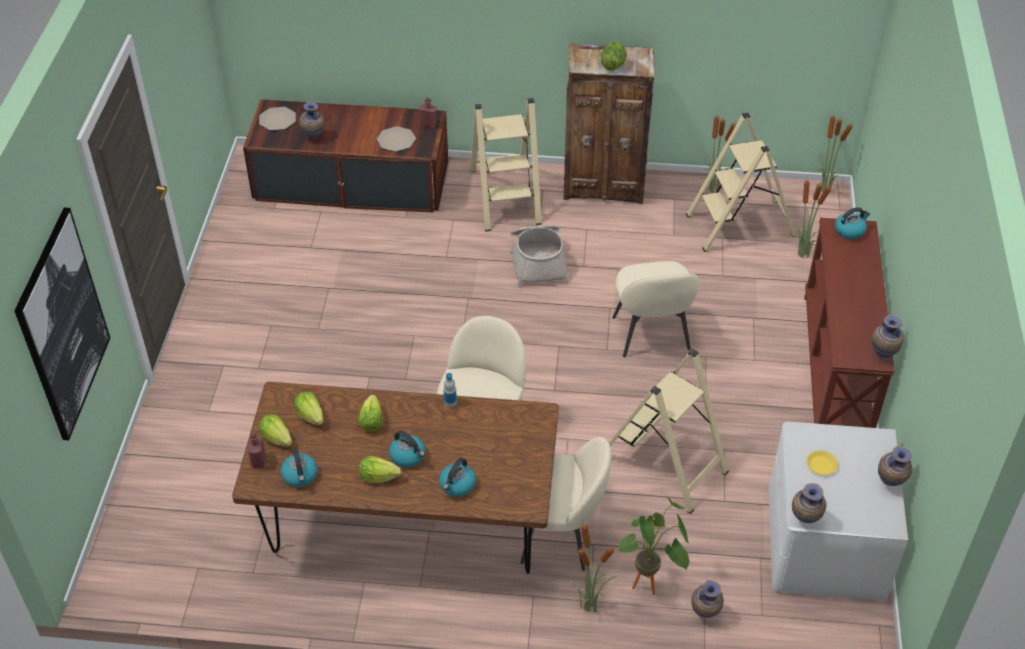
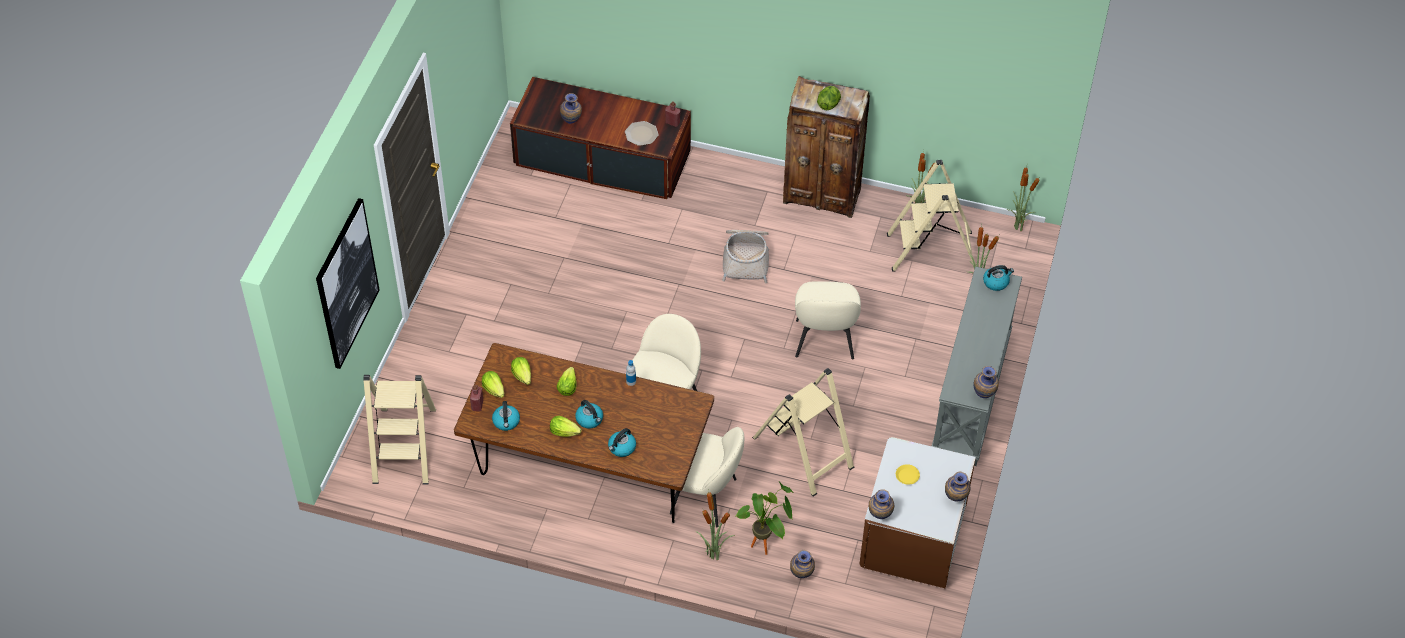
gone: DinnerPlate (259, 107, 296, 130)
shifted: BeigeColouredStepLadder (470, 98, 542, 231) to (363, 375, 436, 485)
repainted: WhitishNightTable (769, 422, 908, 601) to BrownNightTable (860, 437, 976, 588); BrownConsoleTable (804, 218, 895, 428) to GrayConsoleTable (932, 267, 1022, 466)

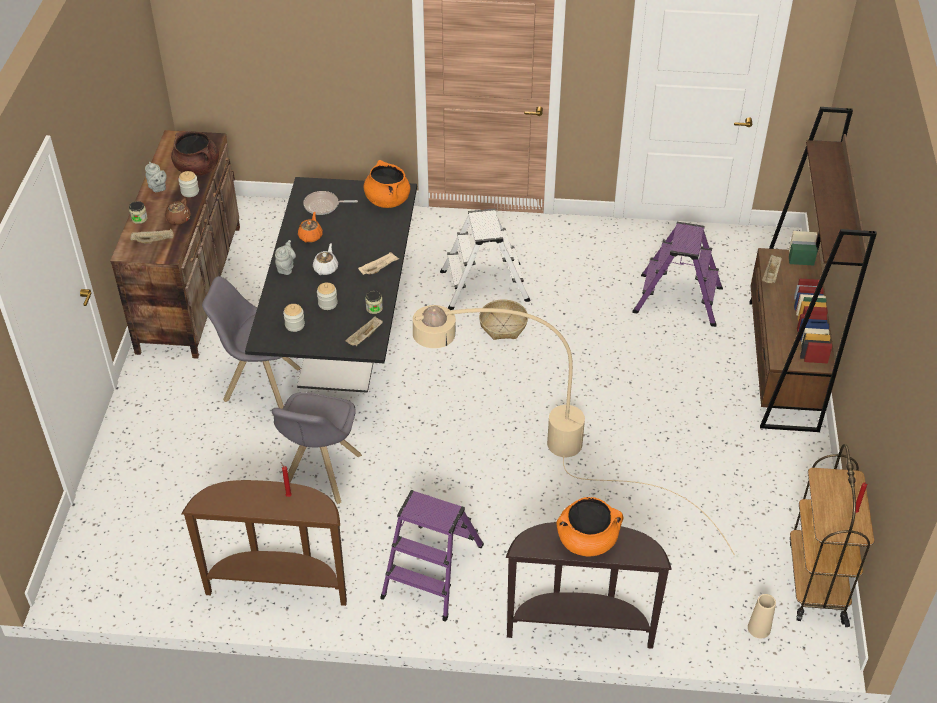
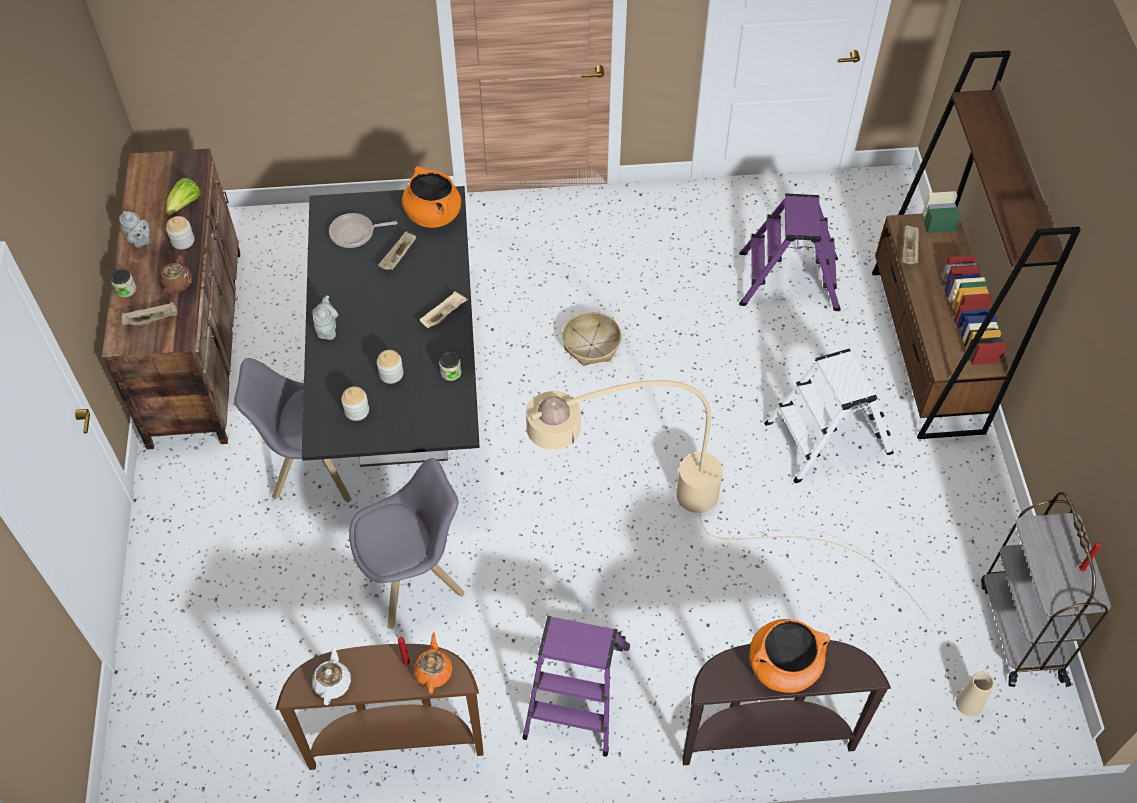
shifted: OrangeyTeaPot (298, 212, 323, 243) to (414, 632, 452, 694); WhitishTeaPot (313, 243, 338, 275) to (312, 643, 351, 705); BeigeColouredServingTray (345, 316, 383, 346) to (378, 231, 416, 270); WhitishStepLadder (440, 209, 530, 310) to (764, 349, 894, 483)
swapped: BrownSaucepot (171, 131, 219, 175) to LettuceHead (166, 178, 201, 216)
repainted: BrownWheeledCart (790, 444, 874, 627) to GrayWheeledCart (981, 492, 1111, 687)
rotated: GrayPlainChair (272, 392, 362, 504) = (349, 458, 465, 629) 120 degrees counterclockwise

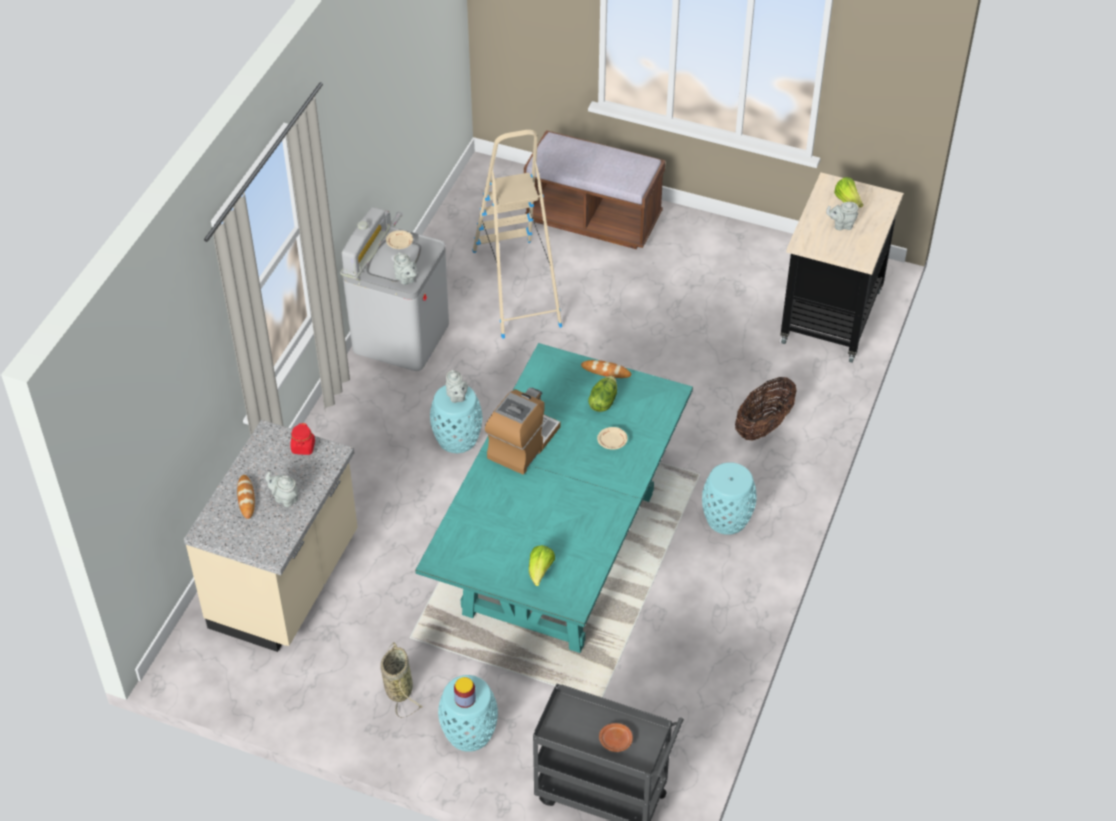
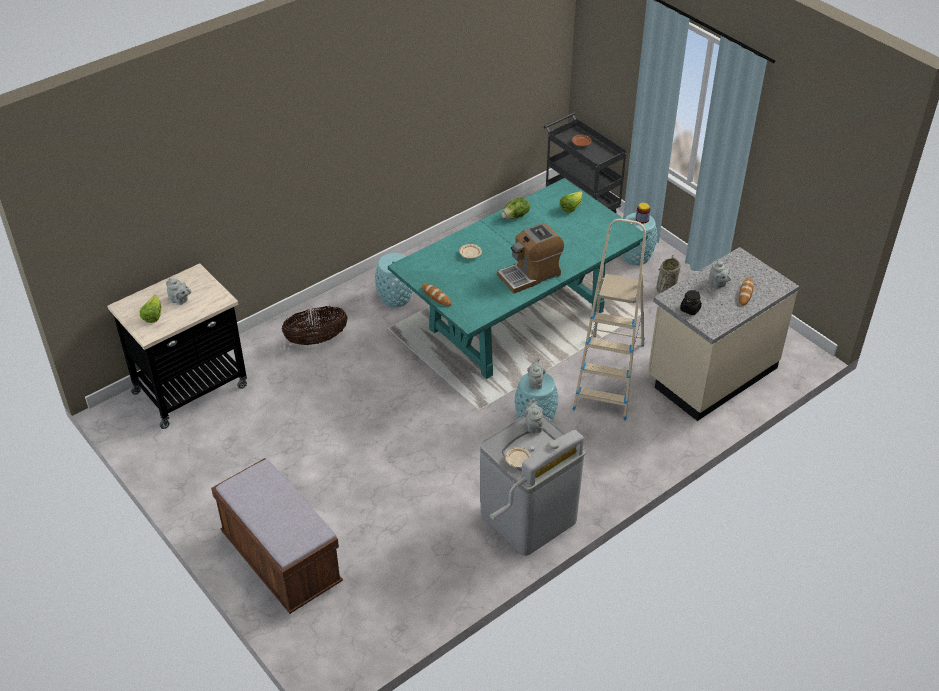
shifted: BeigeColouredStepLadder (472, 130, 562, 339) to (573, 219, 646, 420); LettuceHead (588, 376, 617, 412) to (501, 198, 530, 219)
repainted: RedJar (290, 423, 315, 455) to BlackJar (680, 290, 702, 315)

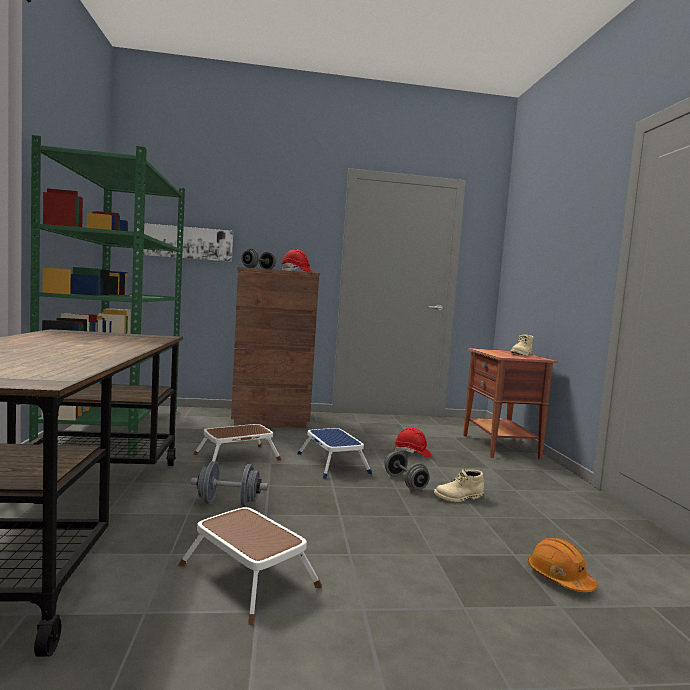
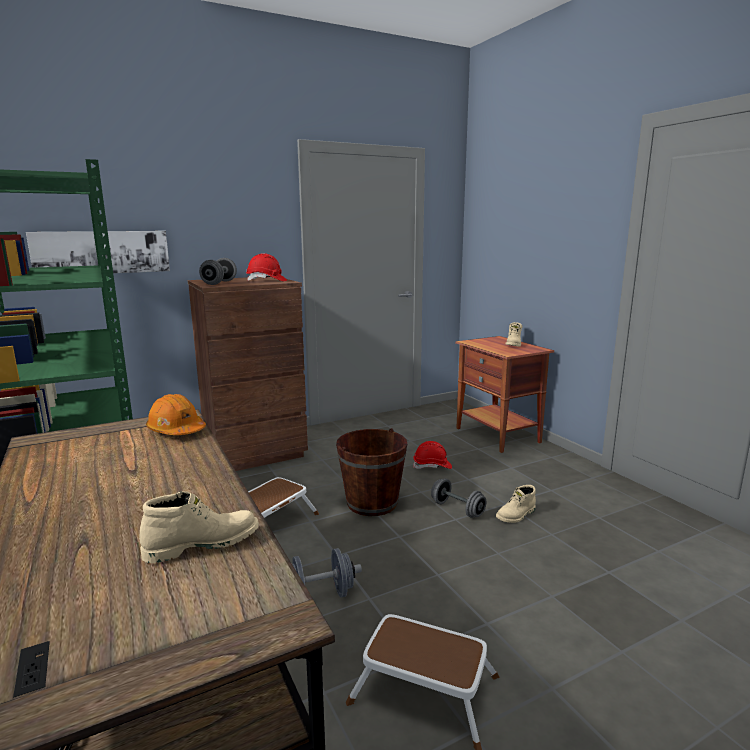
new: BeigeColouredHighTopBoot (139, 491, 259, 563)
shifted: OrangeyWorkHelmet (527, 538, 597, 592) to (146, 394, 206, 435)
swapped: BluishStepLadder (297, 428, 372, 479) to BrownPail (336, 428, 407, 516)

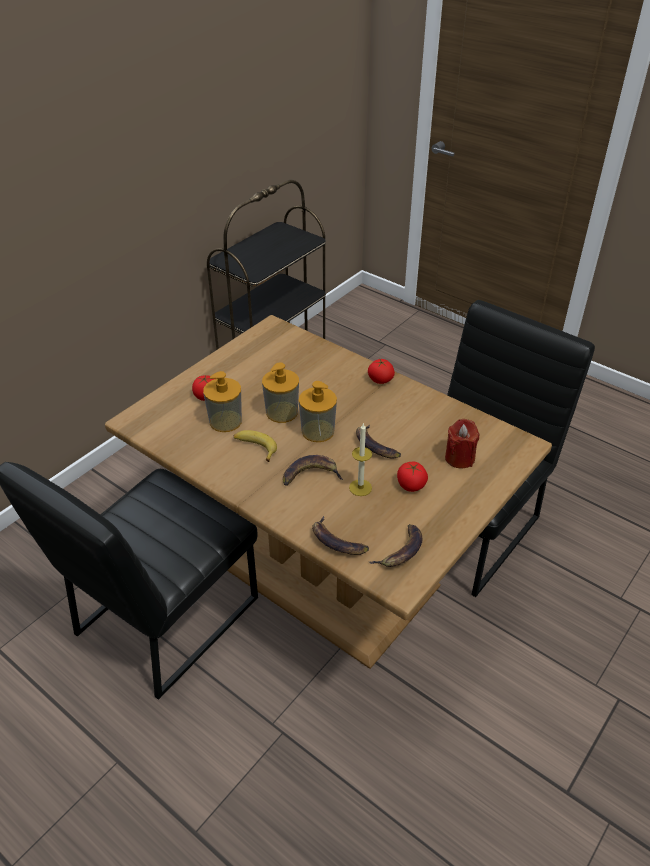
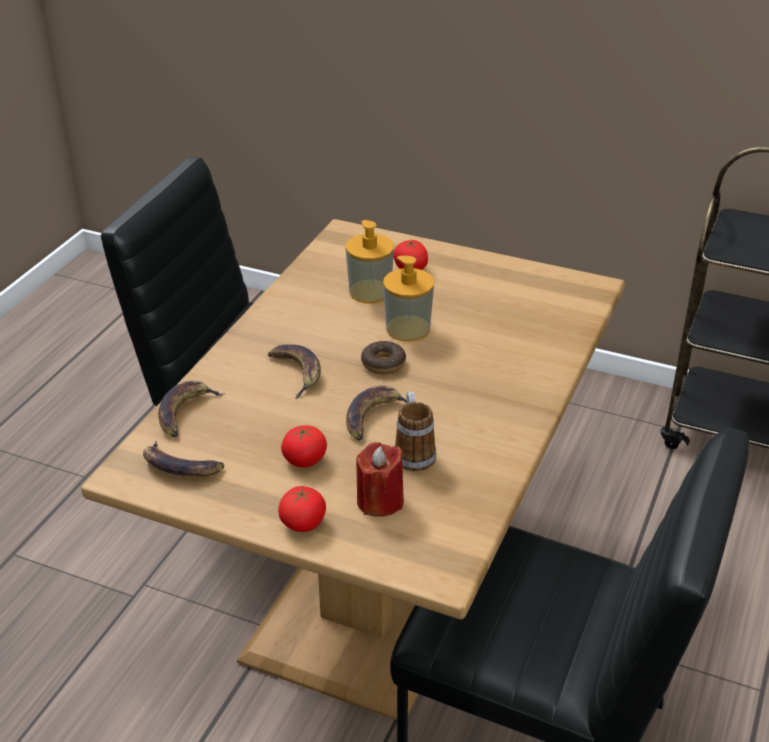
gone: Banana (234, 430, 277, 462); Candle (349, 423, 372, 496)
new: CoffeeMug (395, 392, 437, 471)
shifted: Tomato (368, 359, 395, 384) to (278, 485, 326, 532)
swapped: SoapBottle (299, 381, 337, 442) to RingDoughnut (361, 341, 406, 374)

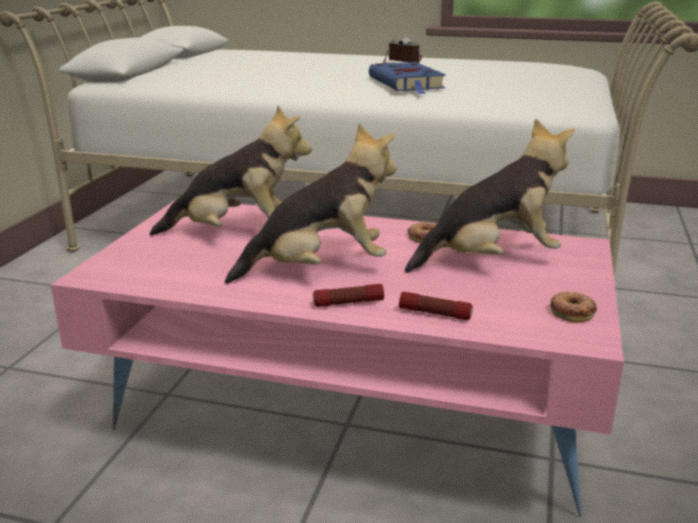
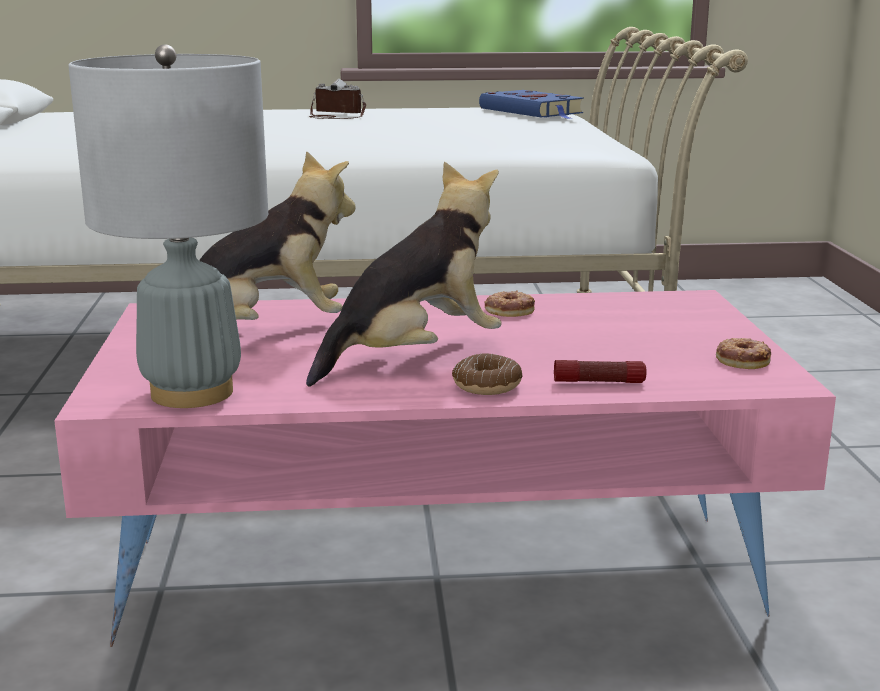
gone: CuddlyToy (405, 118, 575, 273)
new: GrayTableLamp (68, 44, 268, 408)
shifted: BluishBoundBook (369, 62, 446, 94) to (479, 90, 584, 119)
swapped: Torch (313, 284, 384, 307) to RingDoughnut (452, 353, 522, 395)

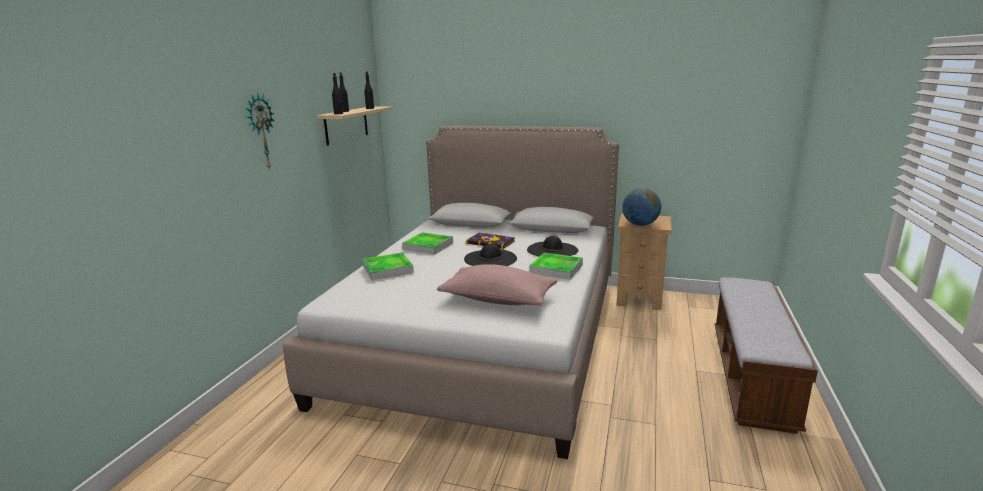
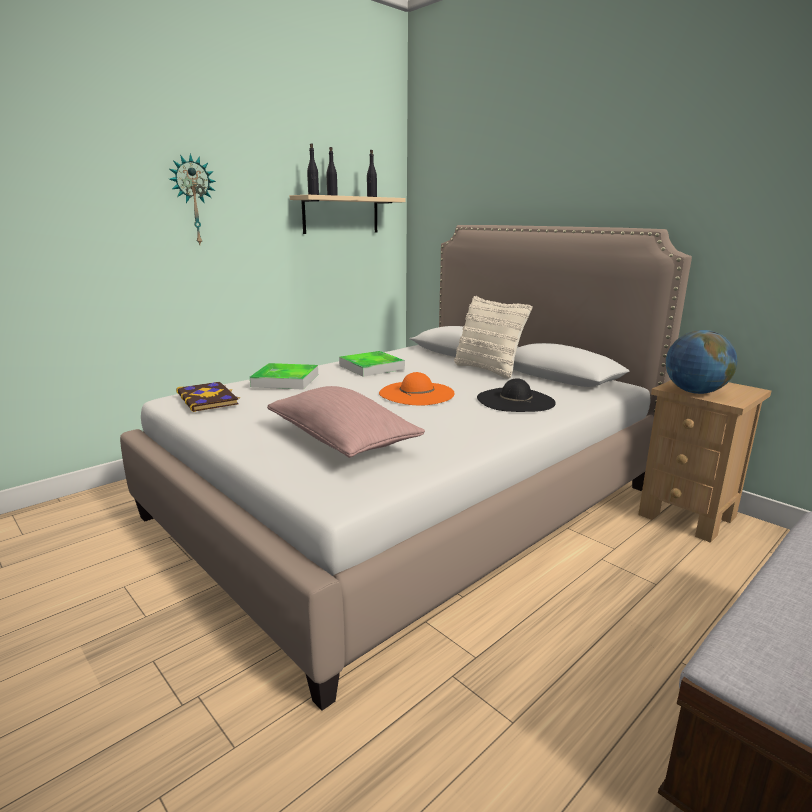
gone: ServingTray (529, 253, 583, 280)
new: BeigeColouredPillow (454, 296, 533, 379)
shifted: BoundBook (466, 233, 515, 249) to (176, 382, 240, 412)
repainted: BlackClothingHat (464, 244, 517, 266) to OrangeyClothingHat (379, 372, 455, 406)

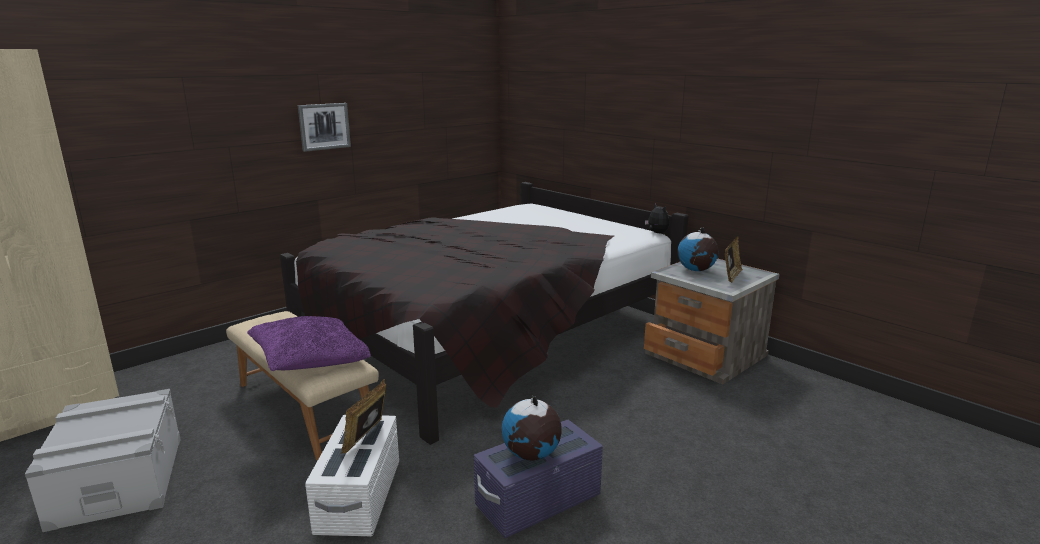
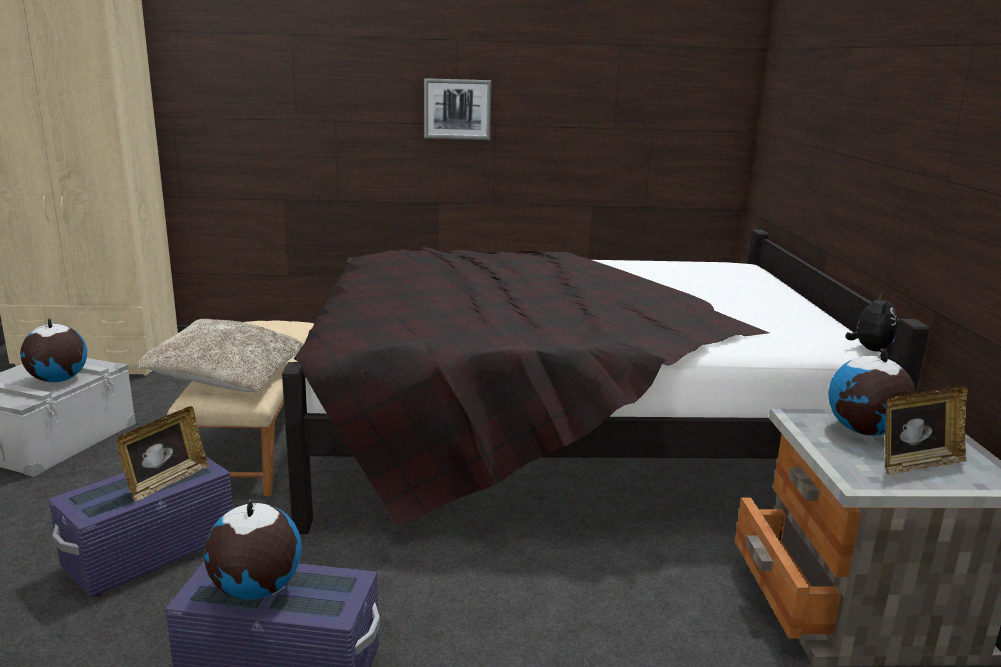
new: WorldGlobe (20, 318, 87, 382)
repainted: PurpleColouredPillow (247, 316, 371, 371) to BeigeColouredPillow (137, 319, 303, 392); WhitishStorageBin (305, 415, 399, 537) to PurpleColouredStorageBin (49, 457, 233, 598)
rotated: PhotoFrame (340, 379, 386, 454) = (116, 406, 209, 501) 150 degrees clockwise

